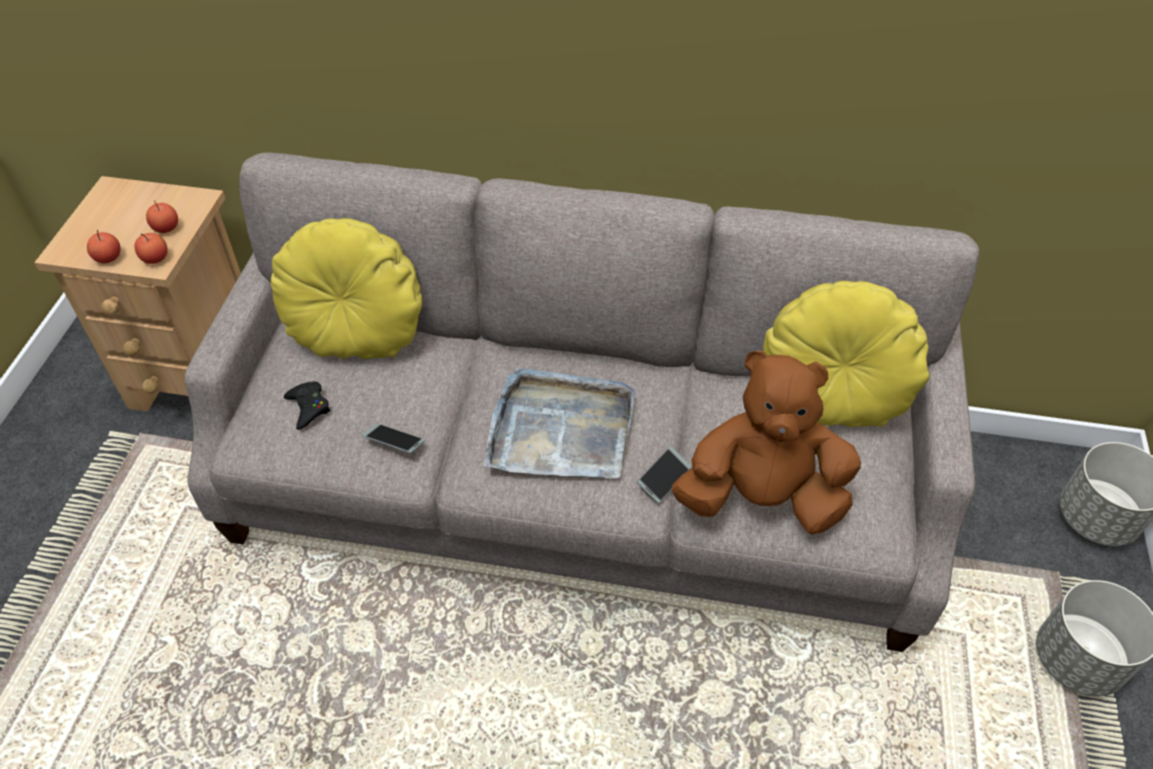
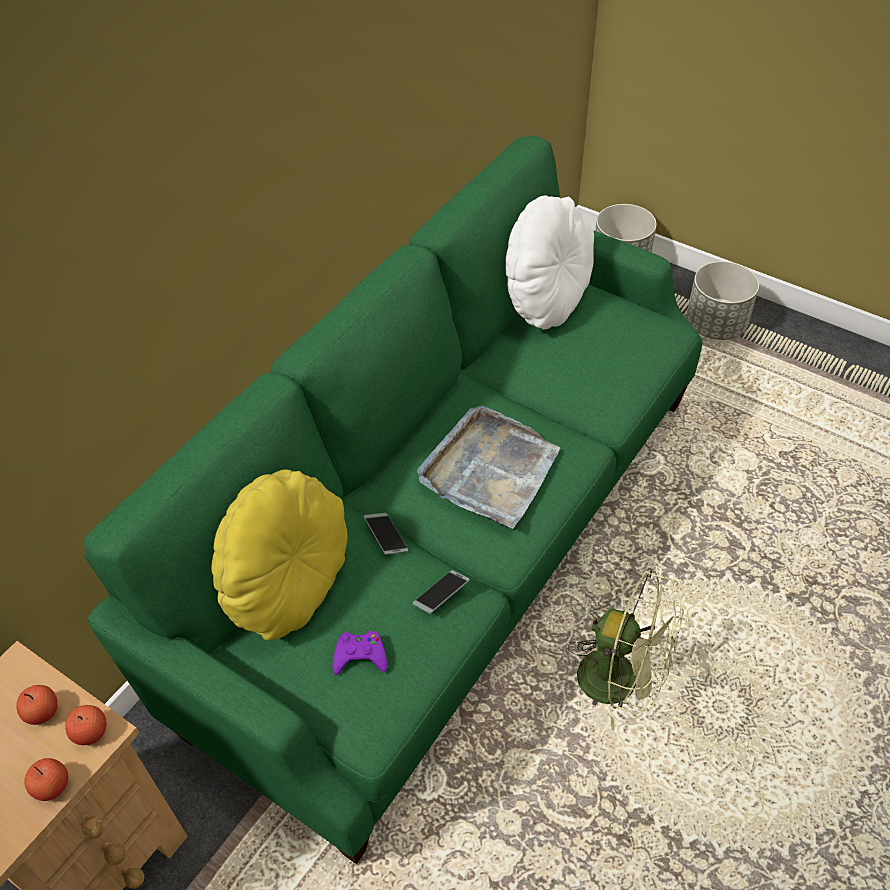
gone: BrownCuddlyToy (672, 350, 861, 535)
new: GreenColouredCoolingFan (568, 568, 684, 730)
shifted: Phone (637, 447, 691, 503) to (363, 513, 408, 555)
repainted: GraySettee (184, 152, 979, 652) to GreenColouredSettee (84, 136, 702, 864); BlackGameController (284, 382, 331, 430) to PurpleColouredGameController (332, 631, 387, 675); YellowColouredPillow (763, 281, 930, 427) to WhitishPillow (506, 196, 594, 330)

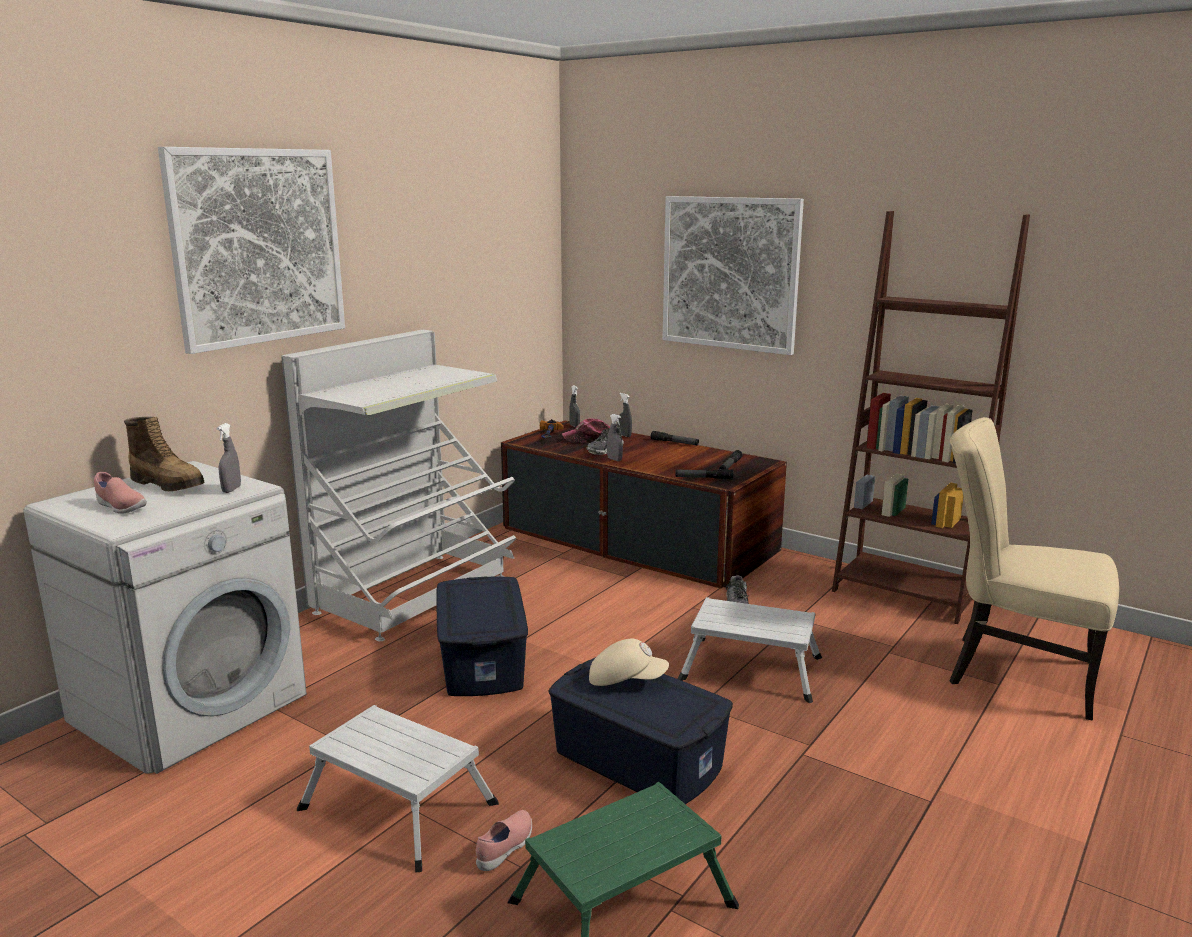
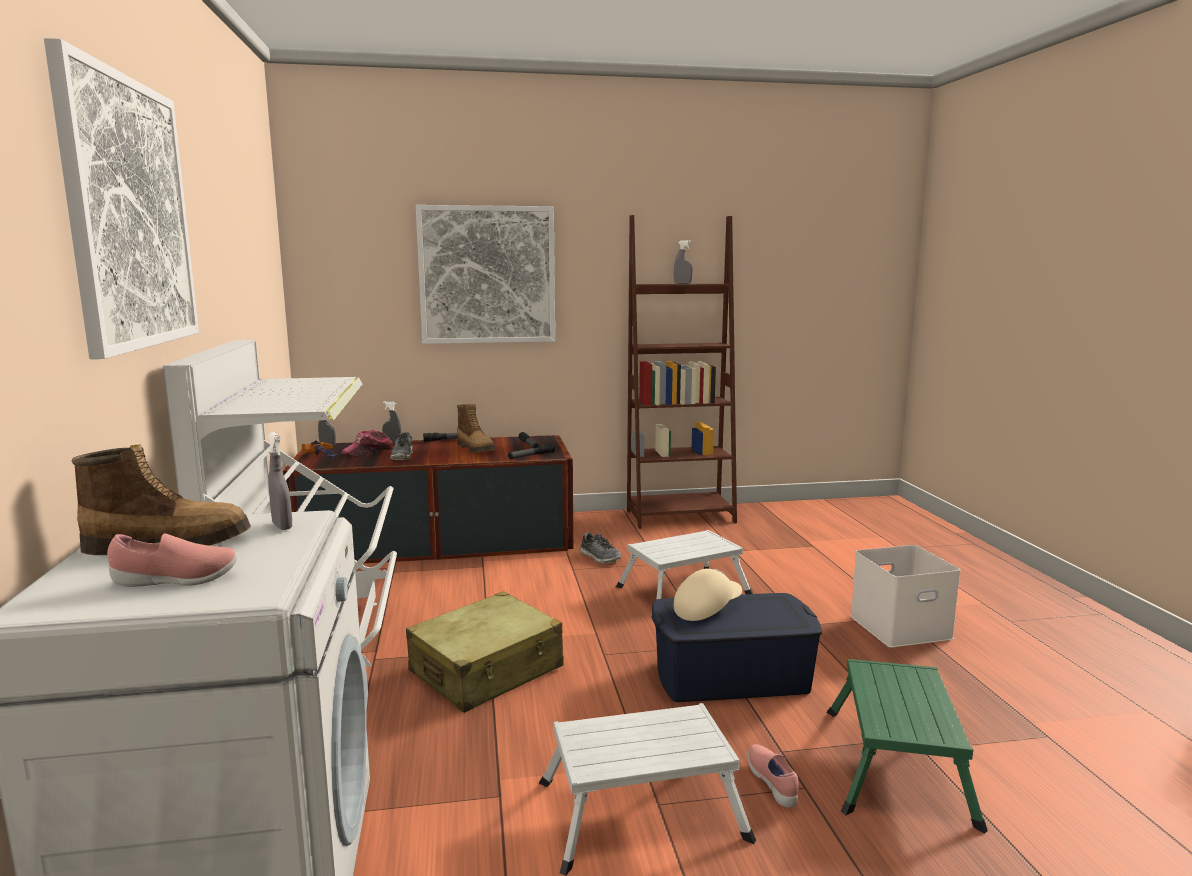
gone: BeigeColouredPlainChair (949, 417, 1119, 721)
new: HighTopBoot (457, 404, 495, 453); WhitishStorageBin (850, 545, 961, 648)
shifted: GraySprayer (607, 414, 623, 461) to (674, 240, 693, 284)
swapped: BluishStorageBin (436, 576, 528, 696) to BeigeColouredSuitcase (406, 591, 564, 713)

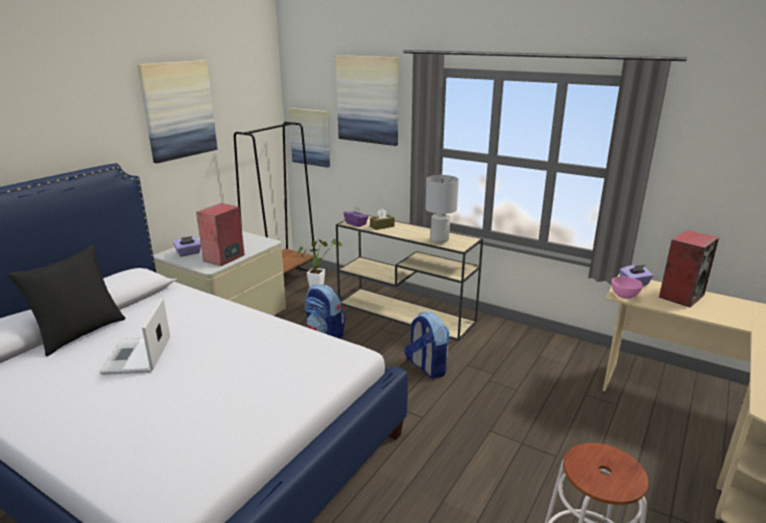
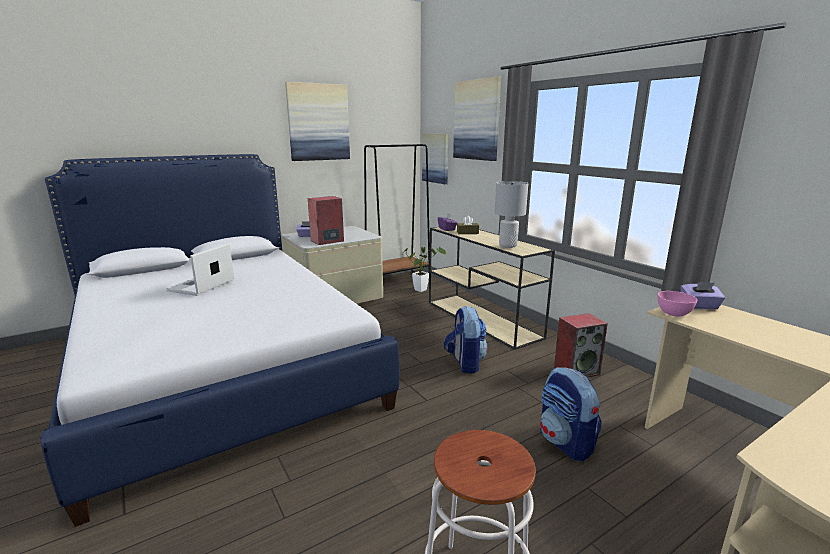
gone: BlackPillow (7, 245, 125, 356)
shifted: Knapsack (305, 284, 345, 339) to (540, 367, 602, 461); AudioSpeaker (659, 230, 719, 307) to (554, 313, 608, 378)

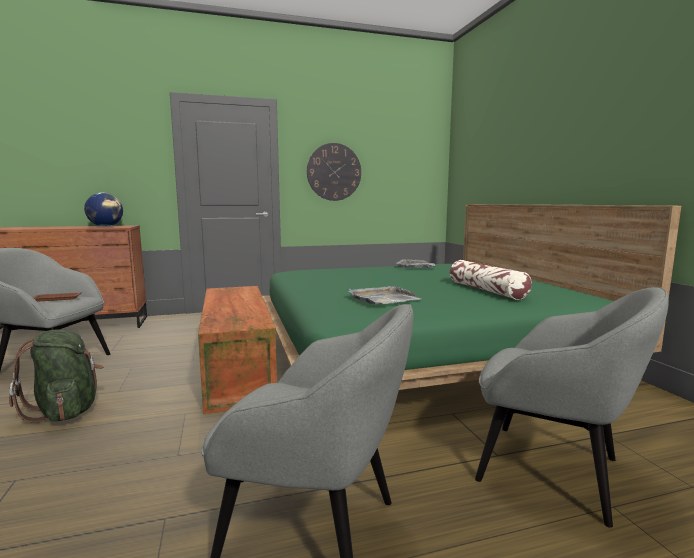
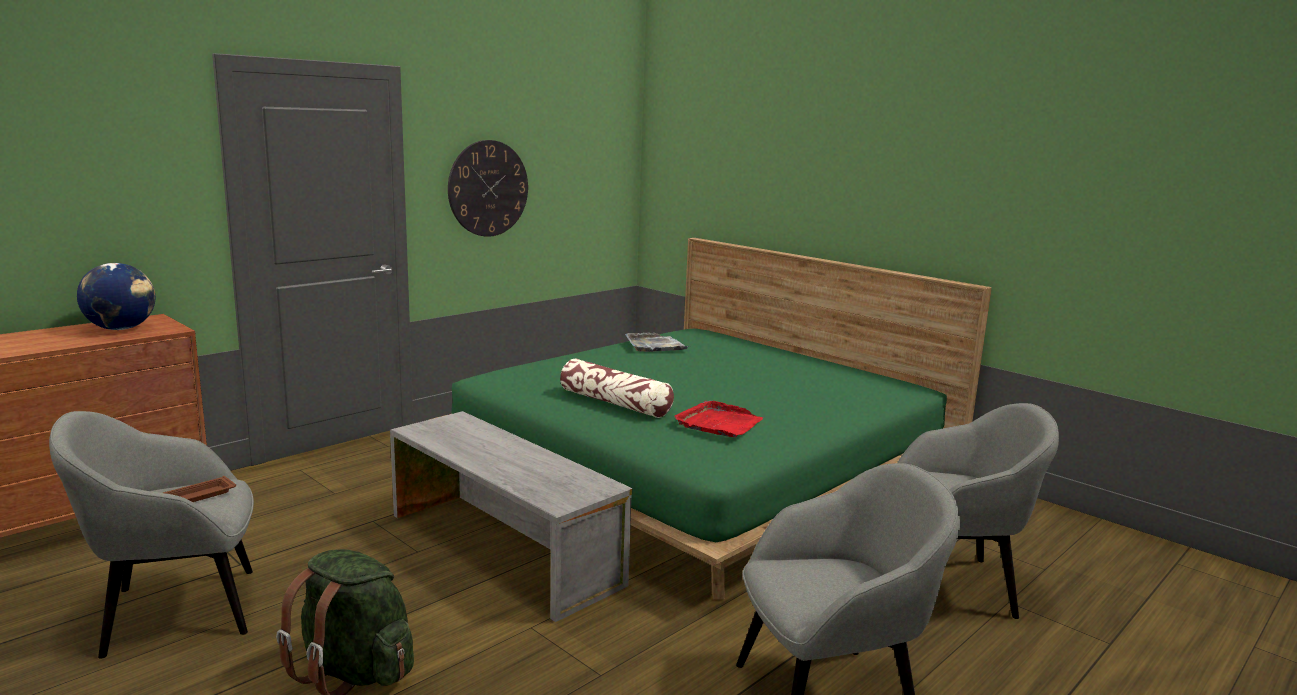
shifted: Pillow (450, 260, 532, 300) to (560, 359, 674, 418)
repainted: BrownBench (198, 286, 277, 414) to GrayBench (390, 411, 632, 622); GrayServingTray (348, 286, 421, 305) to RedServingTray (674, 401, 763, 437)

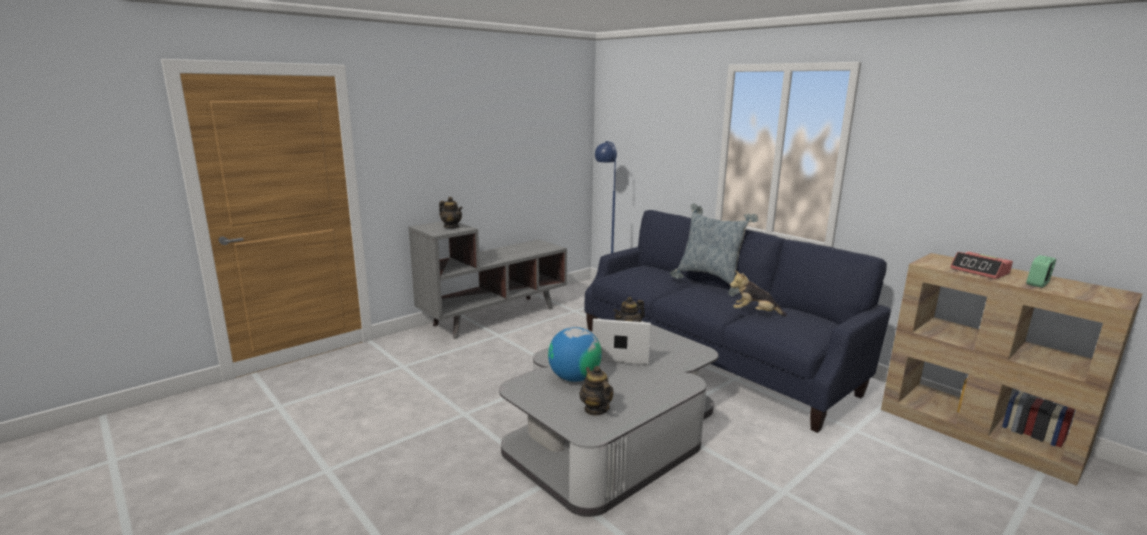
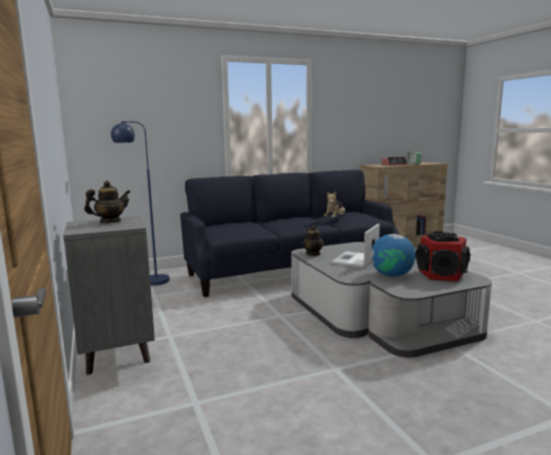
gone: Pillow (670, 203, 758, 296)
swapped: TeaPot (579, 366, 614, 416) to AudioSpeaker (415, 231, 470, 281)

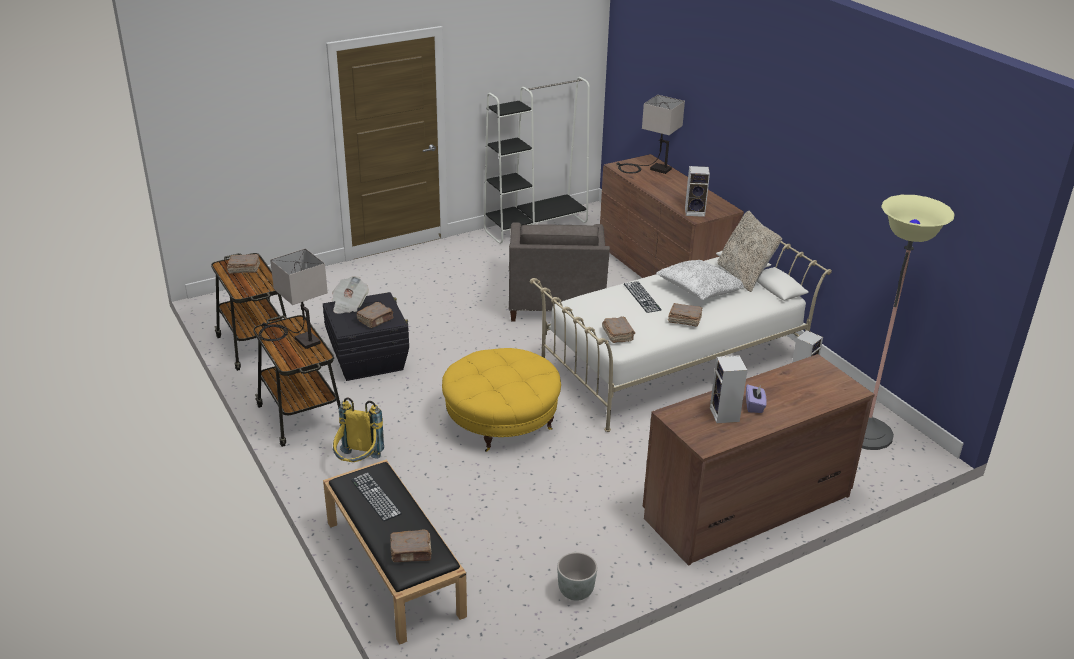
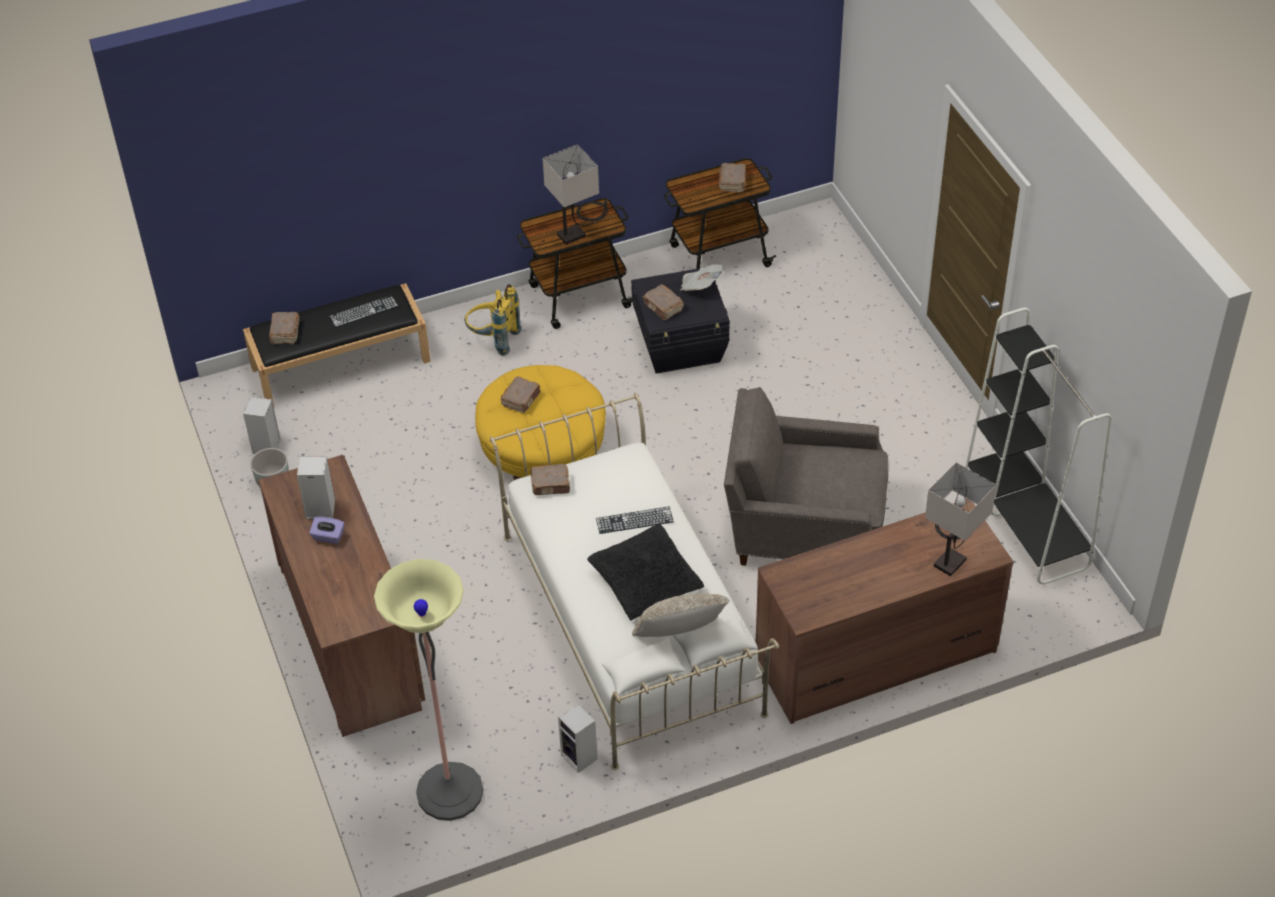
shifted: BrownBoundBook (668, 303, 703, 326) to (501, 377, 541, 413); AudioSpeaker (685, 166, 710, 217) to (243, 397, 281, 454)
repainted: WhitishPillow (656, 260, 744, 300) to BlackPillow (587, 524, 704, 621)

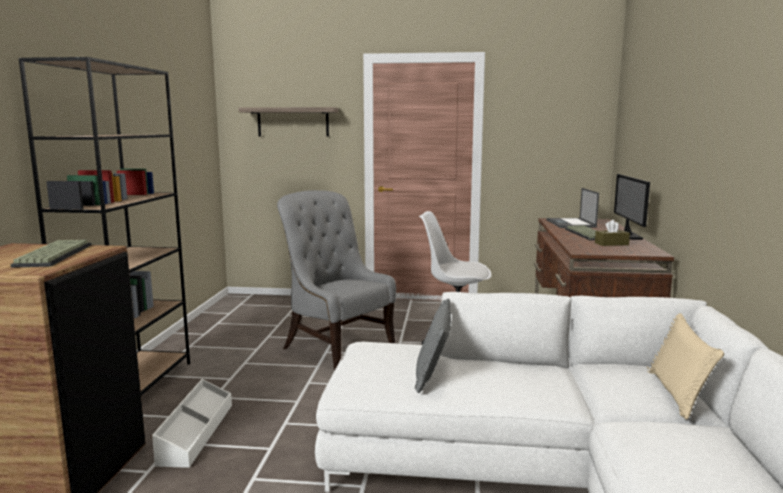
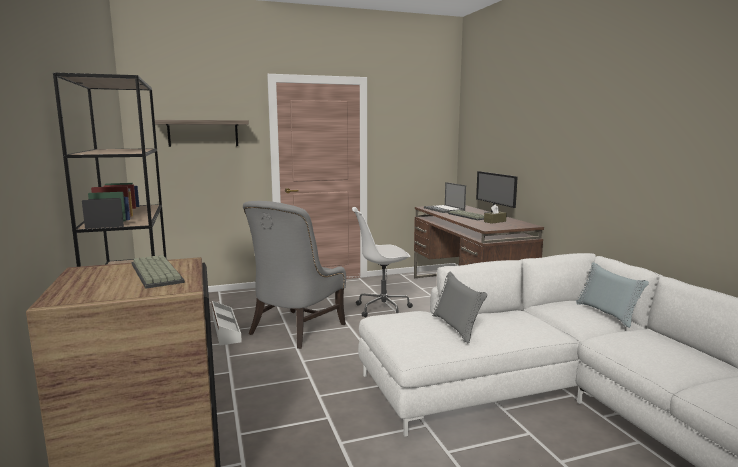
shifted: WhitishStorageBin (152, 379, 232, 468) to (212, 301, 242, 345)
repainted: BeigeColouredPillow (647, 313, 724, 420) to BluishPillow (576, 262, 649, 328)
rotated: GrayPlainChair (277, 190, 396, 371) = (243, 201, 346, 349) 75 degrees counterclockwise

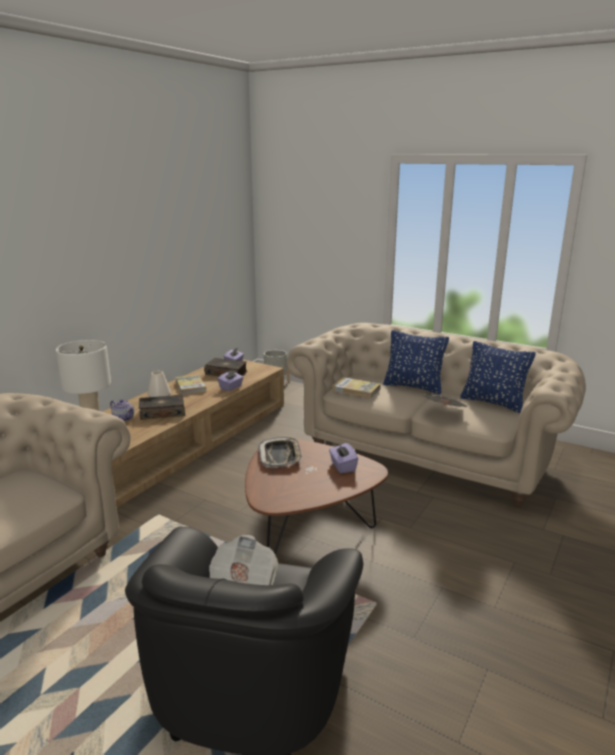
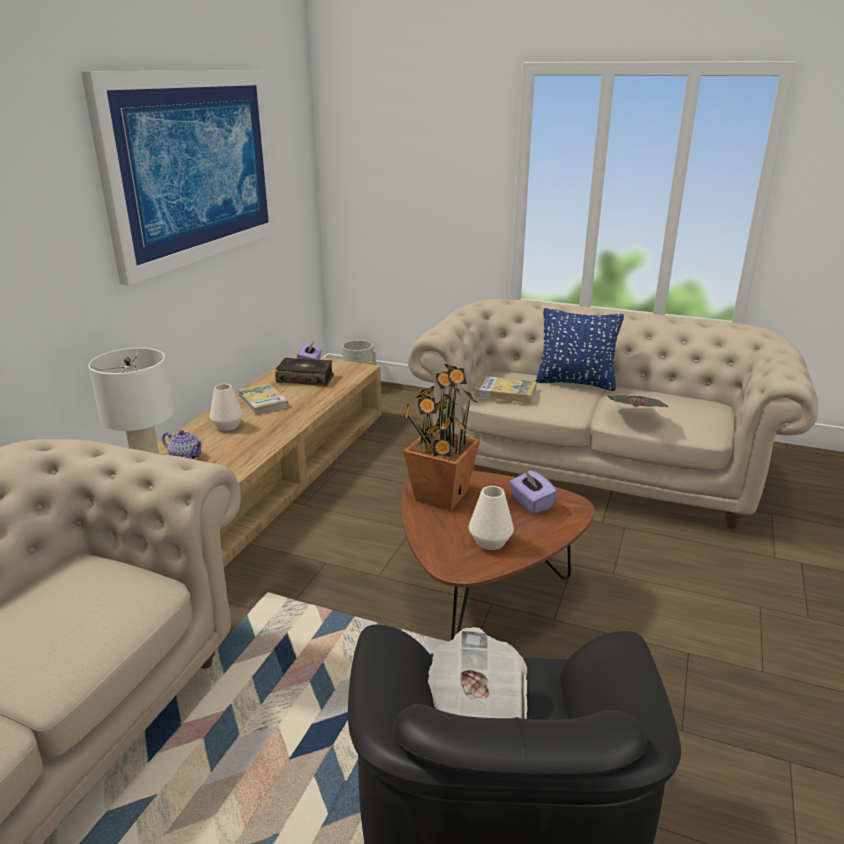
gone: BoundBook (139, 394, 185, 420); PurpleColouredTissueHolder (218, 370, 244, 391); BluishPillow (460, 341, 536, 413)
new: WallPicture (81, 70, 277, 286); WhitishFlowerVase (469, 486, 514, 550)
swapped: ServingTray (259, 437, 303, 467) to PlantInAPot (403, 364, 481, 510)

